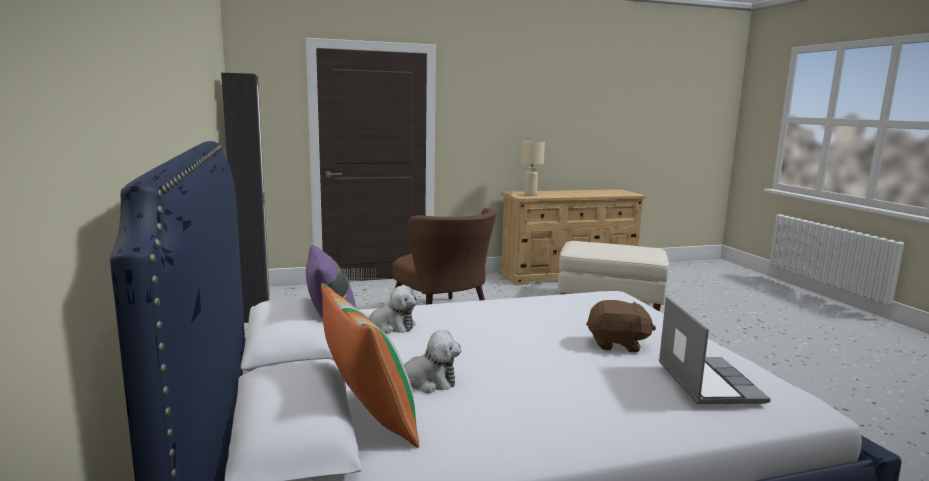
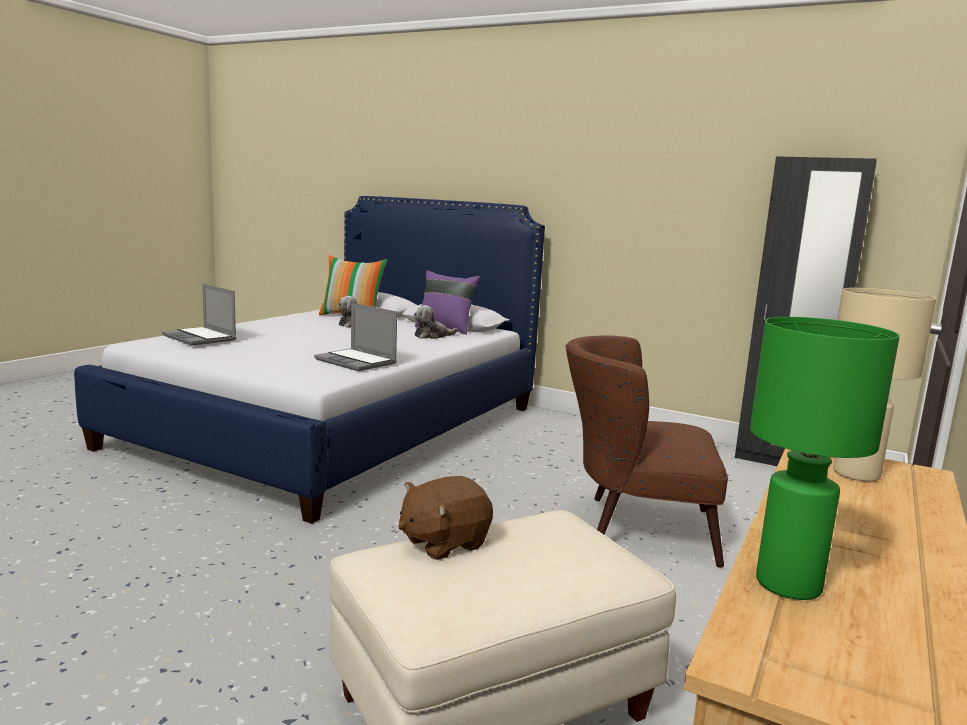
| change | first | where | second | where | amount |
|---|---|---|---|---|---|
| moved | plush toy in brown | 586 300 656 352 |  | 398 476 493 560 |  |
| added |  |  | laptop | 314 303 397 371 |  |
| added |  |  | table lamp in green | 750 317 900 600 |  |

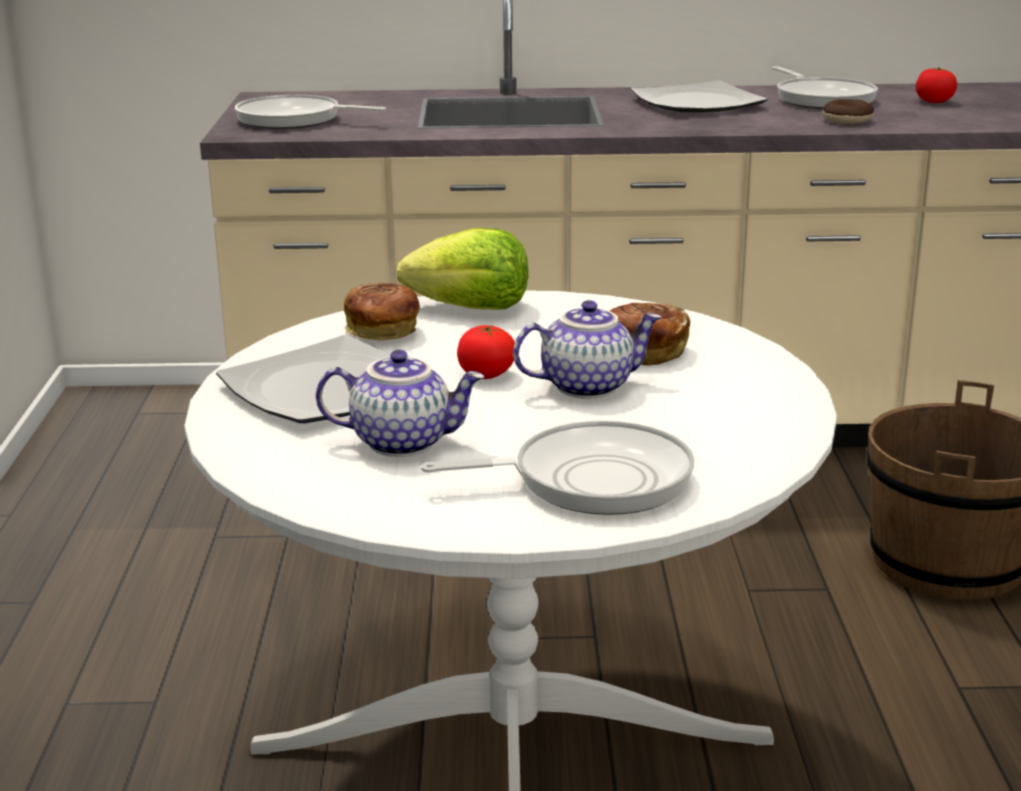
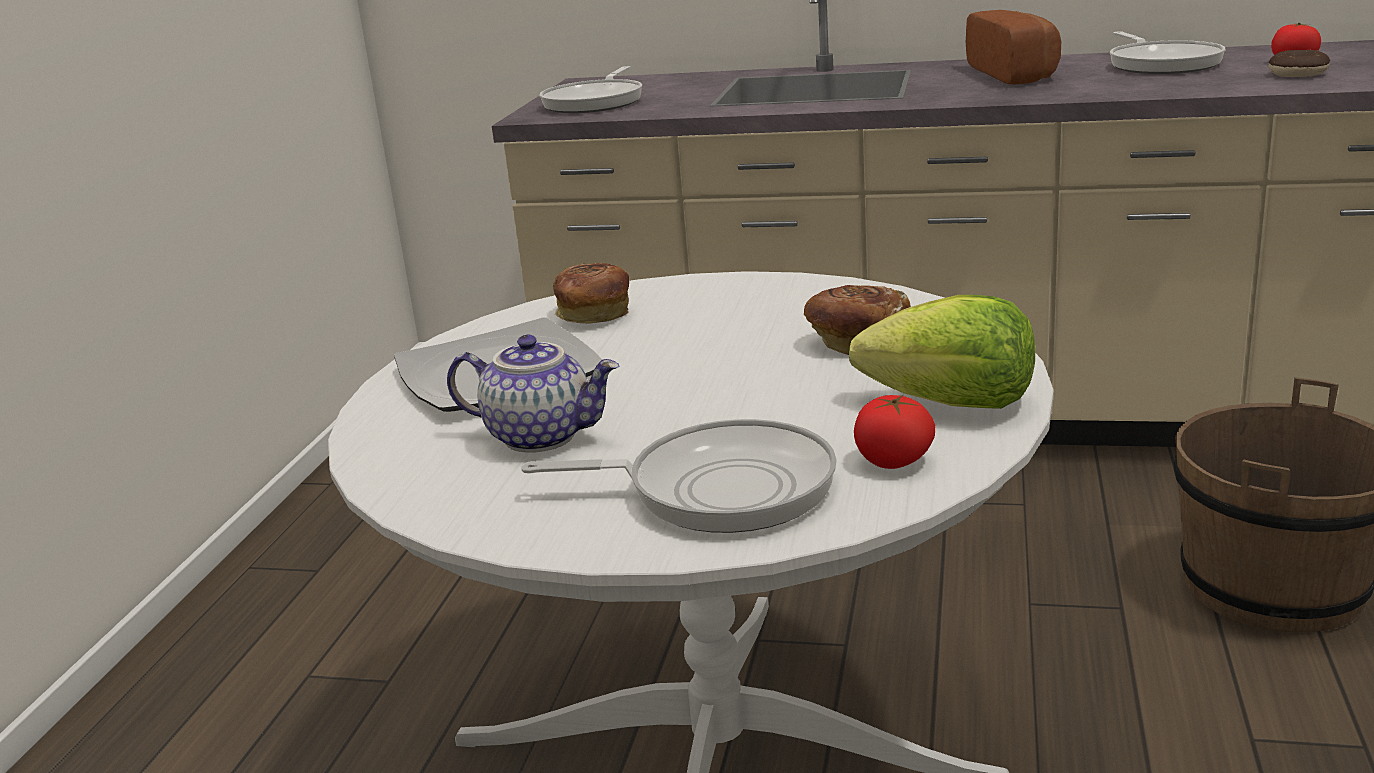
| change | first | where | second | where | amount |
|---|---|---|---|---|---|
| turned | frying pan | 235 95 386 129 |  | 539 66 642 113 | 105 degrees counterclockwise |
| moved | lettuce | 397 228 528 309 |  | 849 295 1035 409 |  |
| moved | tomato | 457 325 515 379 |  | 854 395 935 469 |  |
| removed | teapot | 513 300 662 399 |  |  |  |
| replaced | plate | 630 80 768 112 | bread | 966 10 1061 85 |  |
| moved | donut | 823 99 874 124 |  | 1269 50 1330 77 |  |

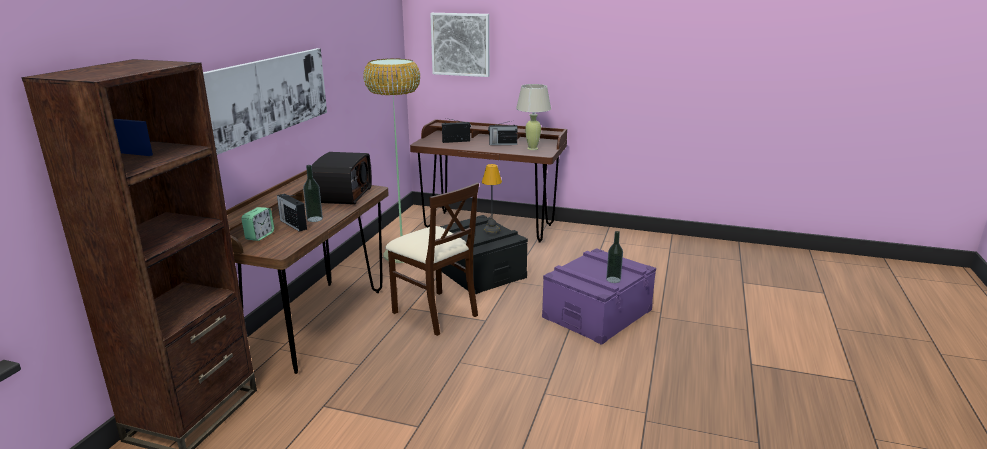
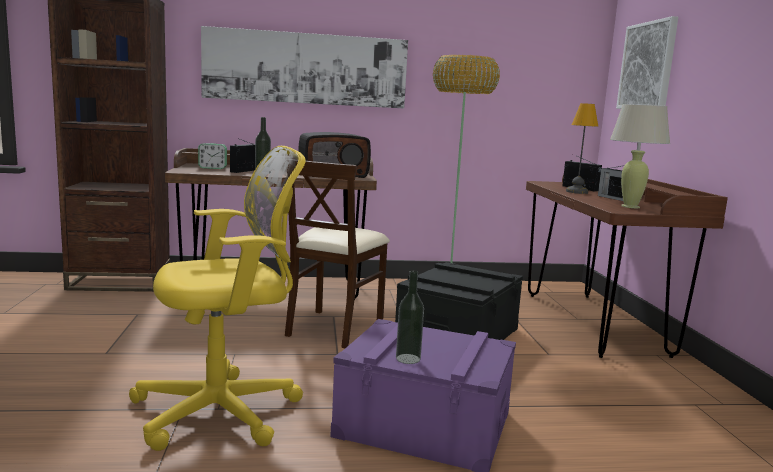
| change | first | where | second | where | amount |
|---|---|---|---|---|---|
| moved | table lamp | 482 164 502 234 |  | 566 103 598 194 |  |
| added |  |  | office chair in yellow | 129 146 306 451 |  |

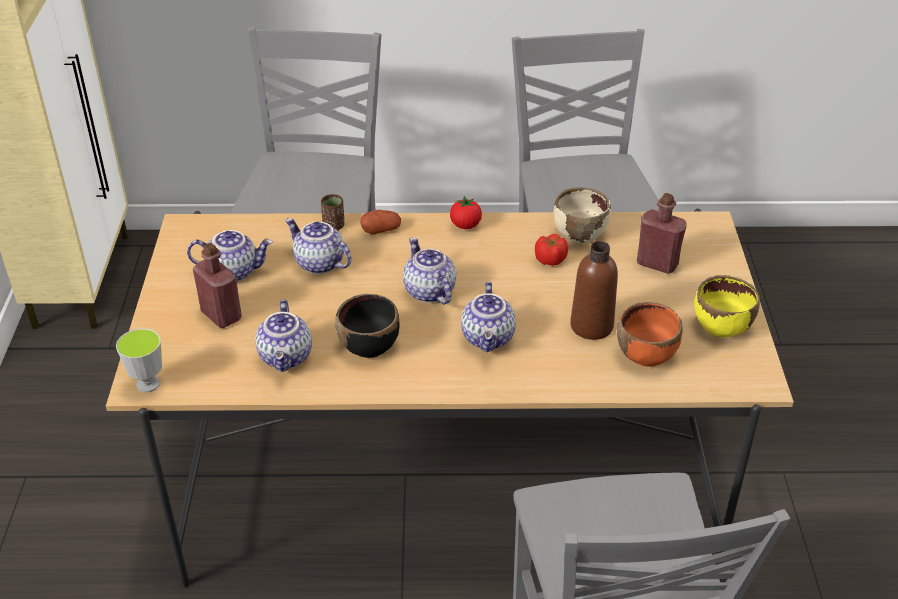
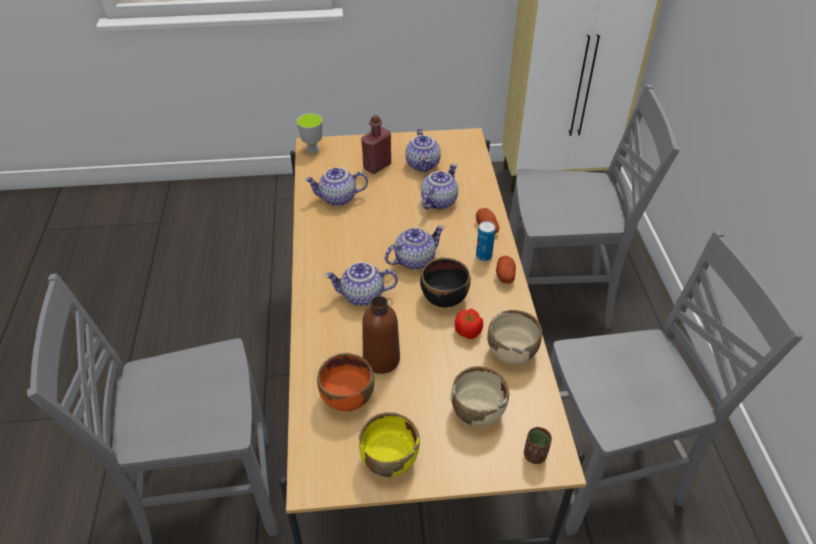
| change | first | where | second | where | amount |
|---|---|---|---|---|---|
| moved | cup in brown | 321 194 344 231 |  | 524 427 552 464 |  |
| moved | bowl in black | 336 294 399 358 |  | 420 258 471 308 |  |
| replaced | tomato | 450 196 482 229 | potato | 496 256 516 283 |  |
| replaced | bottle in red | 637 193 687 274 | bowl in beige | 451 366 509 427 |  |
| added |  |  | can | 476 221 495 261 |  |

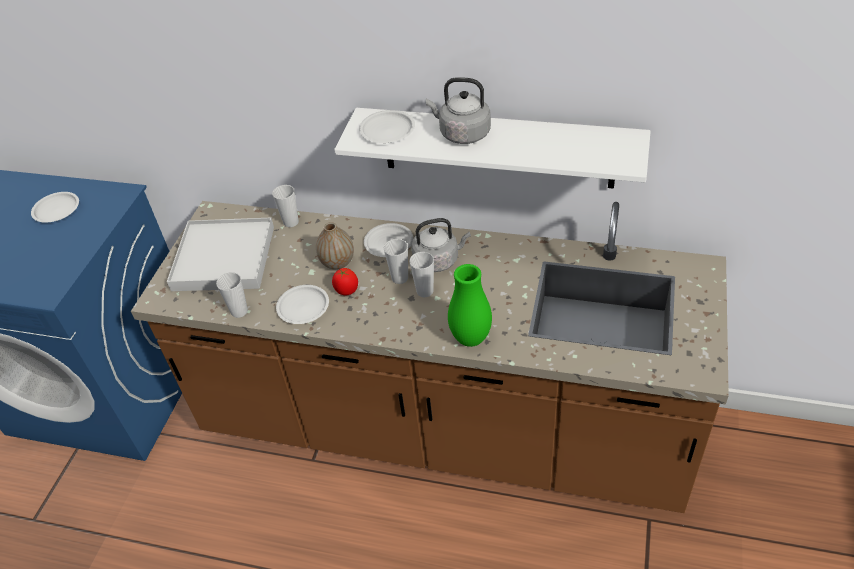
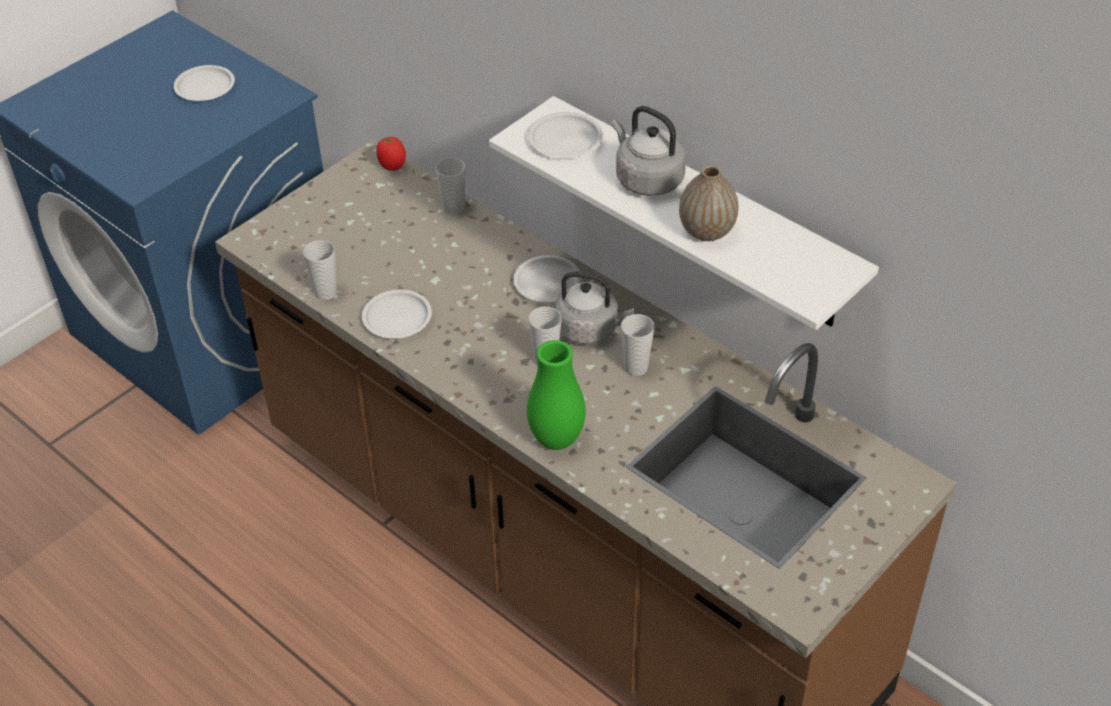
| change | first | where | second | where | amount |
|---|---|---|---|---|---|
| removed | tray in white | 167 218 274 291 |  |  |  |
| moved | vase | 316 222 354 269 |  | 679 165 738 241 |  |
| moved | tomato | 332 268 358 296 |  | 376 137 406 171 |  |
| moved | cup | 383 239 408 284 |  | 621 314 655 376 |  |

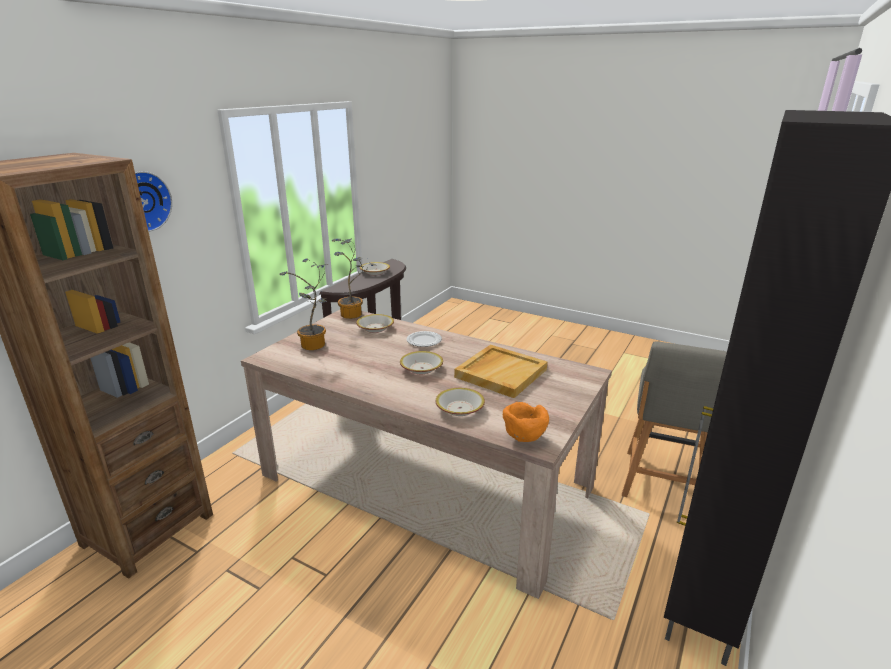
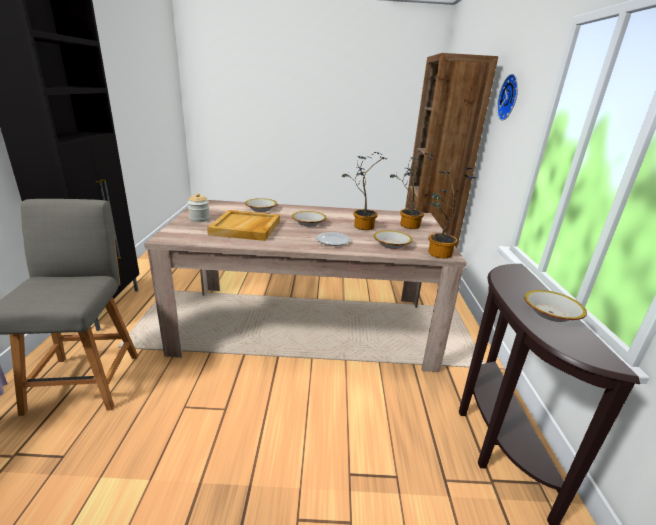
| change | first | where | second | where | amount |
|---|---|---|---|---|---|
| removed | bowl in orange | 503 402 549 442 |  |  |  |
| added |  |  | jar | 188 193 210 222 |  |
| added |  |  | potted plant | 342 152 387 230 |  |

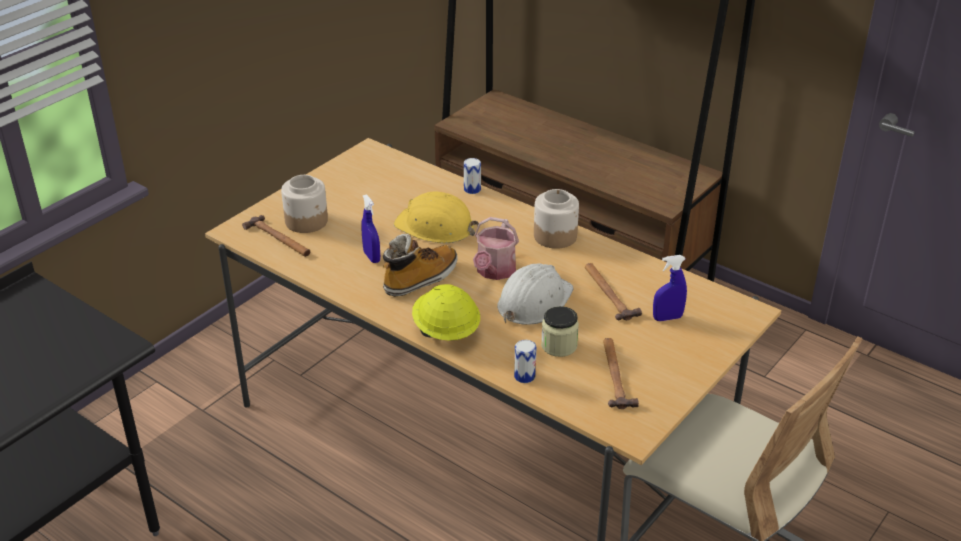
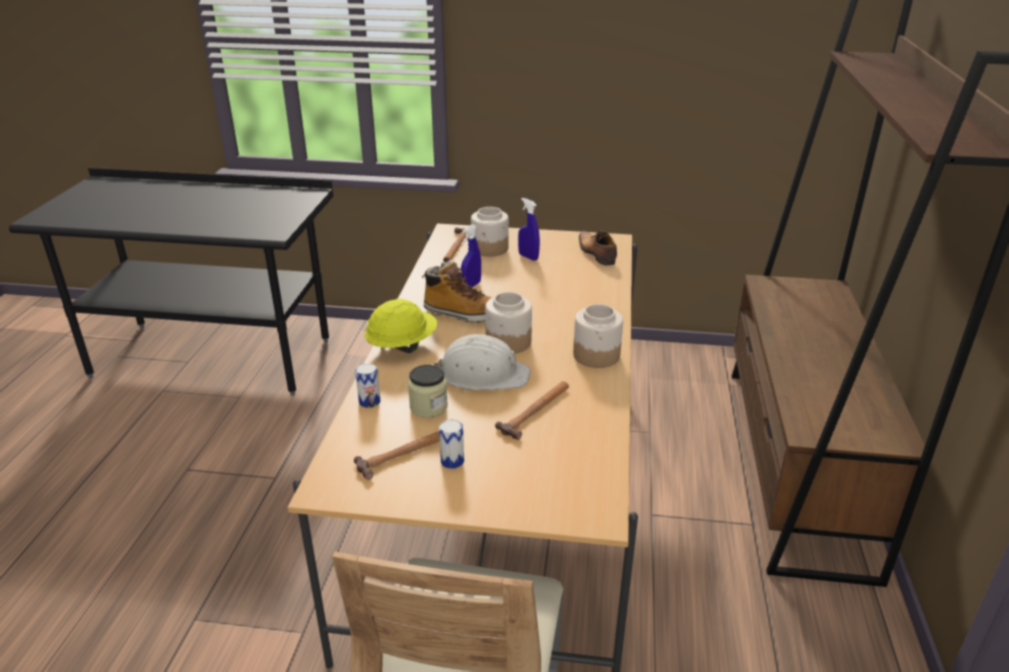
| change | first | where | second | where | amount |
|---|---|---|---|---|---|
| removed | hard hat in yellow | 394 192 479 243 |  |  |  |
| moved | can | 464 158 481 194 |  | 439 419 464 469 |  |
| replaced | watering can | 473 217 519 280 | jar | 485 292 532 354 |  |
| moved | spray bottle in blue | 653 255 687 321 |  | 518 198 540 261 |  |
| added |  |  | shoe | 579 231 617 265 |  |

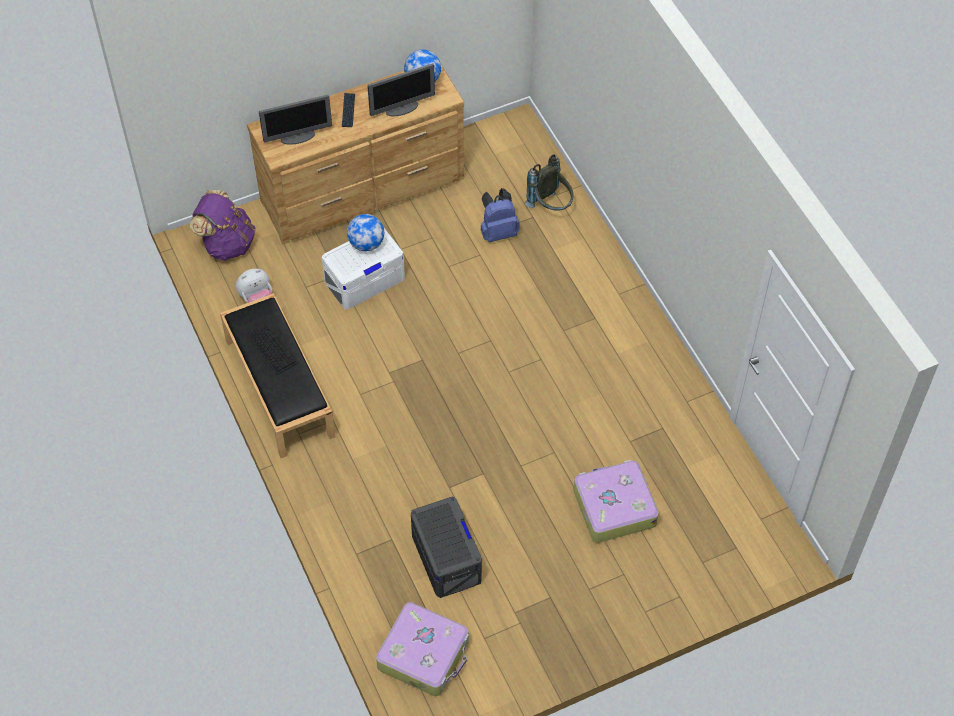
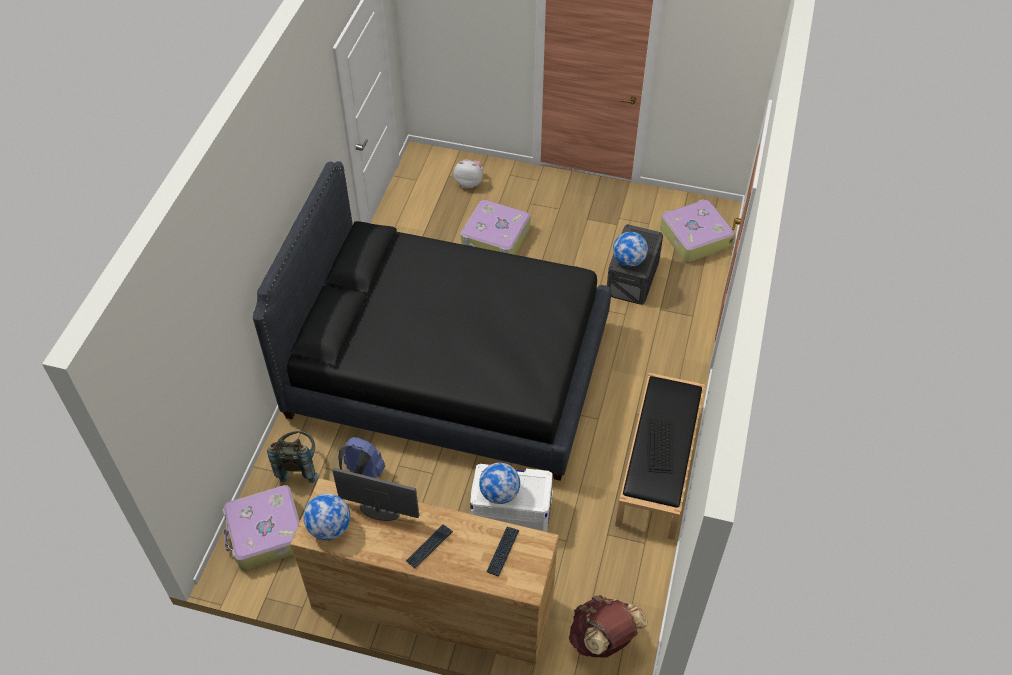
| change | first | where | second | where | amount |
|---|---|---|---|---|---|
| recoloured | backpack in purple | 190 190 256 261 | backpack in brown | 569 595 648 658 |  |
| moved | plush toy | 236 269 272 303 |  | 454 159 483 188 |  |
| replaced | monitor | 259 95 332 145 | keyboard | 486 527 519 576 |  |
| added |  |  | suitcase | 223 485 300 570 |  |
| added |  |  | bed in black | 253 161 611 481 |  |
| added |  |  | globe | 613 232 648 267 |  |

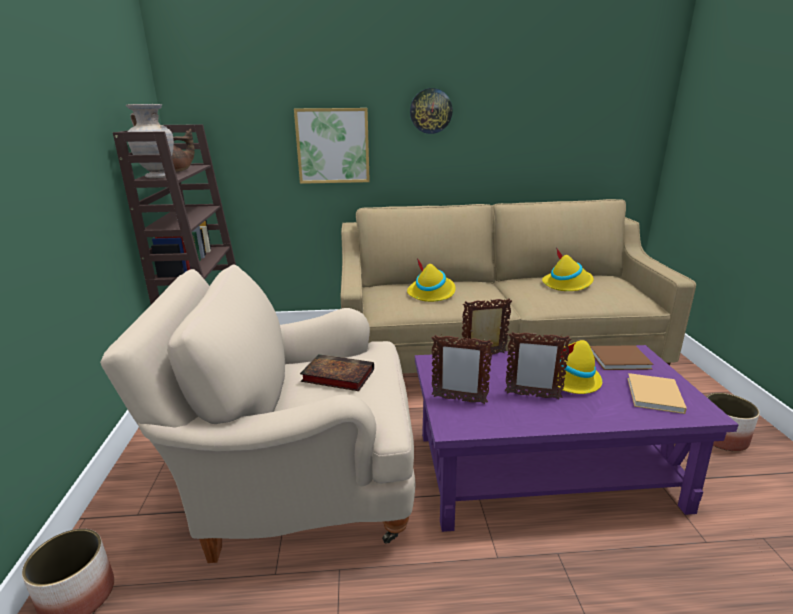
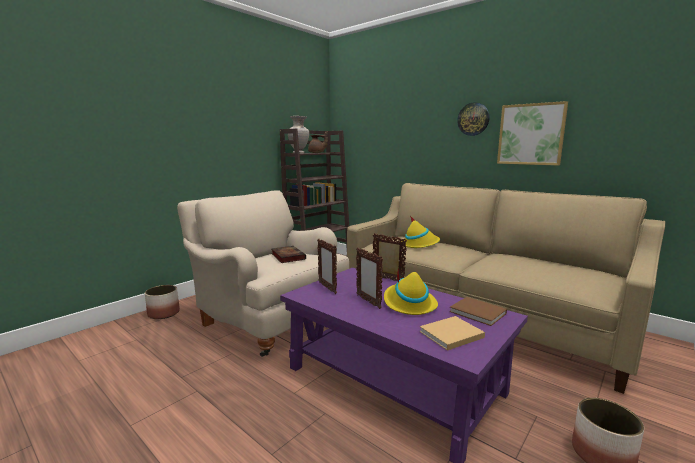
| change | first | where | second | where | amount |
|---|---|---|---|---|---|
| moved | picture | 294 108 370 184 |  | 497 101 568 166 |  |
| removed | hat in yellow | 542 248 594 291 |  |  |  |

